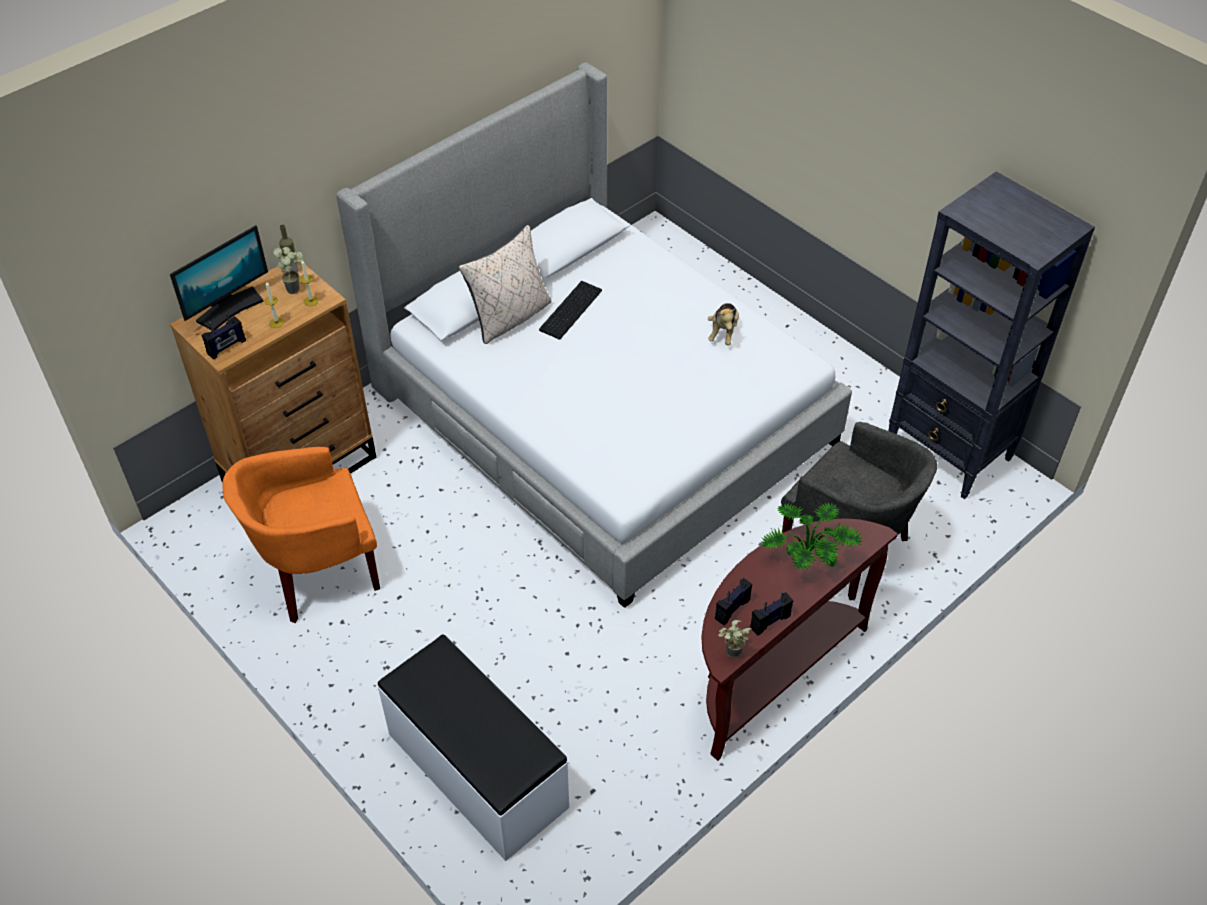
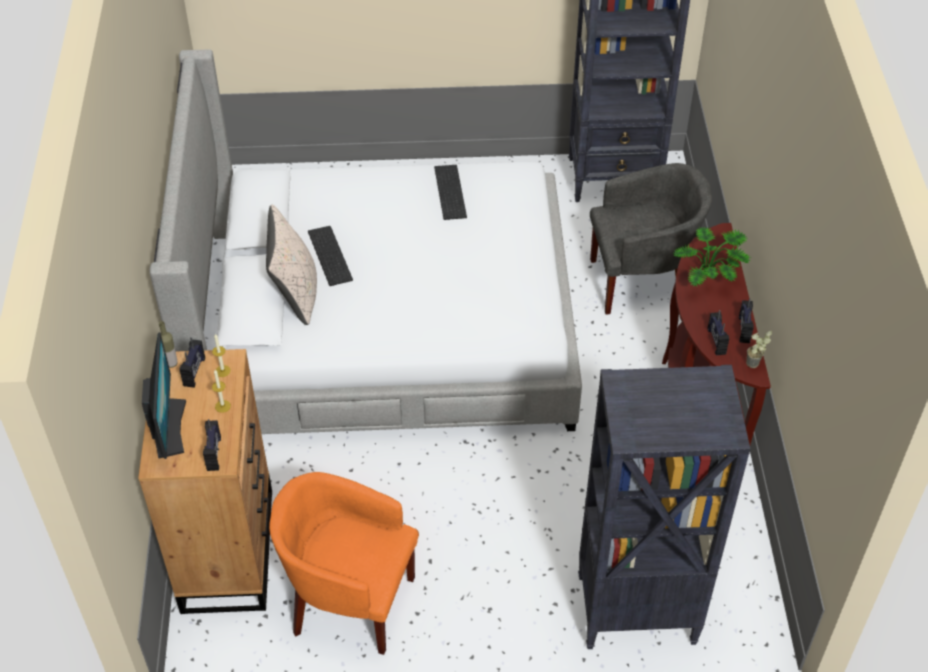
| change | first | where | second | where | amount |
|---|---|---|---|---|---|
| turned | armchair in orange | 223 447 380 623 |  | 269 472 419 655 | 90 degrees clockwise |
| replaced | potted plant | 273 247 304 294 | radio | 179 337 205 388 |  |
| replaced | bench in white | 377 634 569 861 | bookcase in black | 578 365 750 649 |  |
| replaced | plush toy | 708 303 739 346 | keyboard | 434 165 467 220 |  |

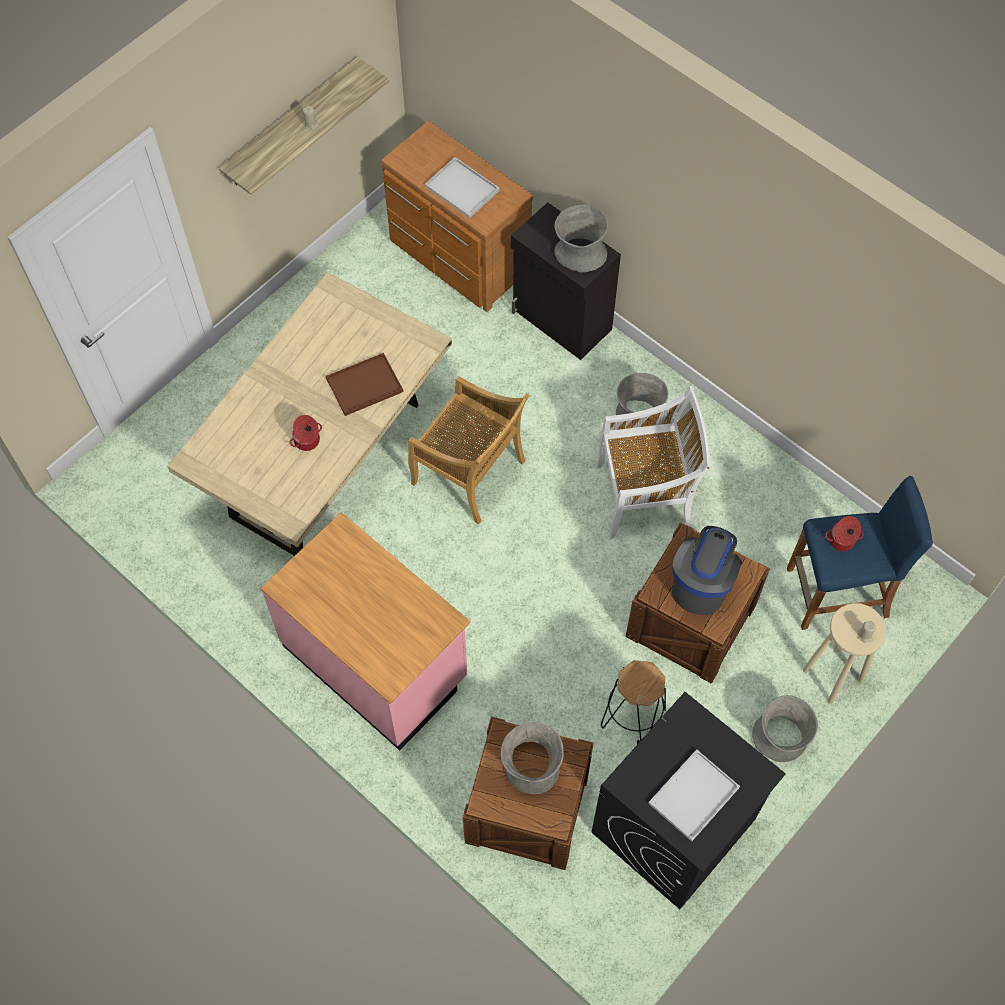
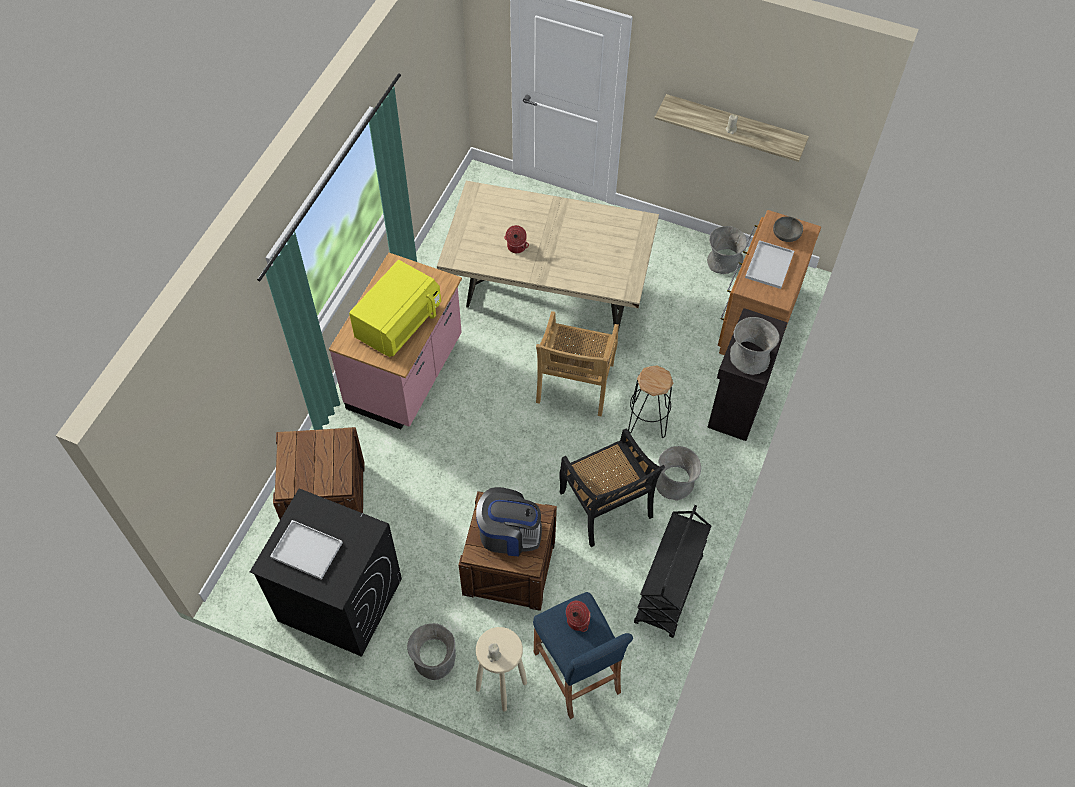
| change | first | where | second | where | amount |
|---|---|---|---|---|---|
| removed | tray in brown | 326 353 403 416 |  |  |  |
| moved | vase in grey | 501 722 564 794 |  | 707 226 747 274 |  |
| recoloured | chair in white | 596 386 712 539 | chair in black | 559 428 665 547 |  |
| moved | stool in black | 601 660 666 740 |  | 628 366 673 438 |  |
| added |  |  | microwave in yellow | 349 260 441 357 |  |
| added |  |  | cart in black | 634 505 711 638 |  |
| added |  |  | bowl in grey | 773 216 803 242 |  |

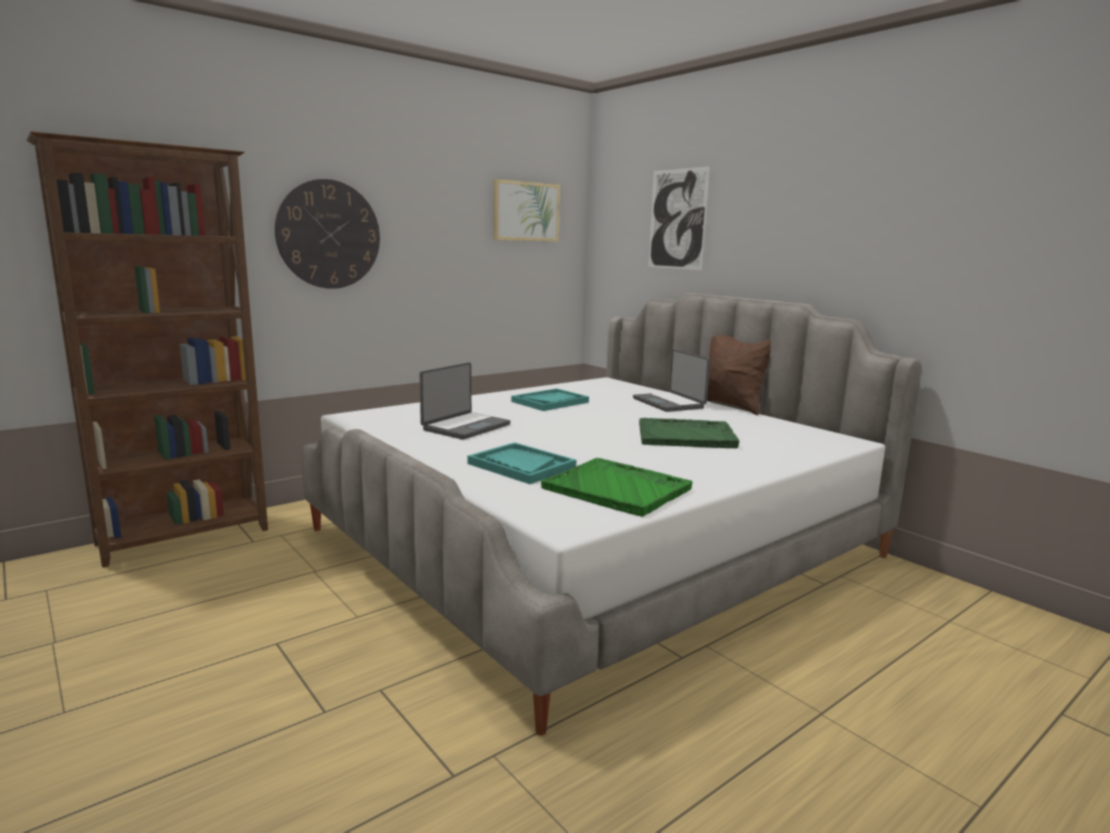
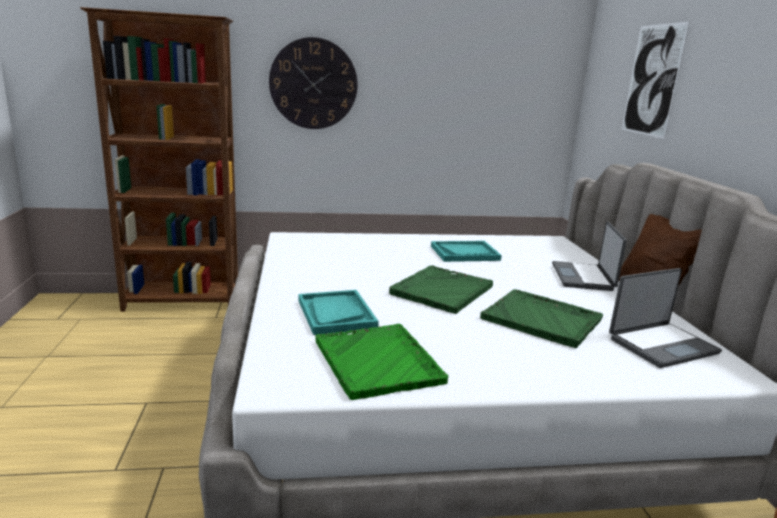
| change | first | where | second | where | amount |
|---|---|---|---|---|---|
| moved | laptop | 419 362 511 439 |  | 609 268 722 368 |  |
| removed | picture | 493 179 560 242 |  |  |  |
| added |  |  | tray in green | 389 265 493 314 |  |

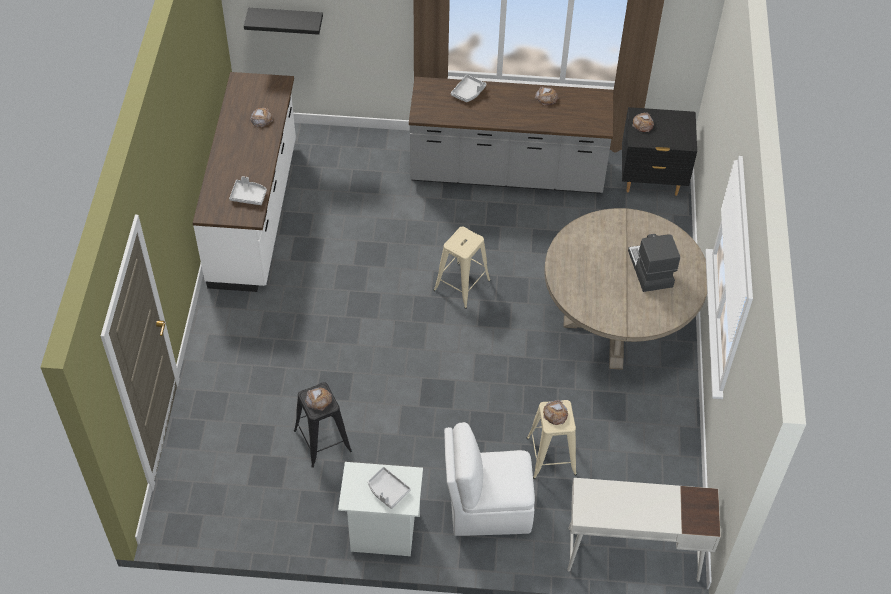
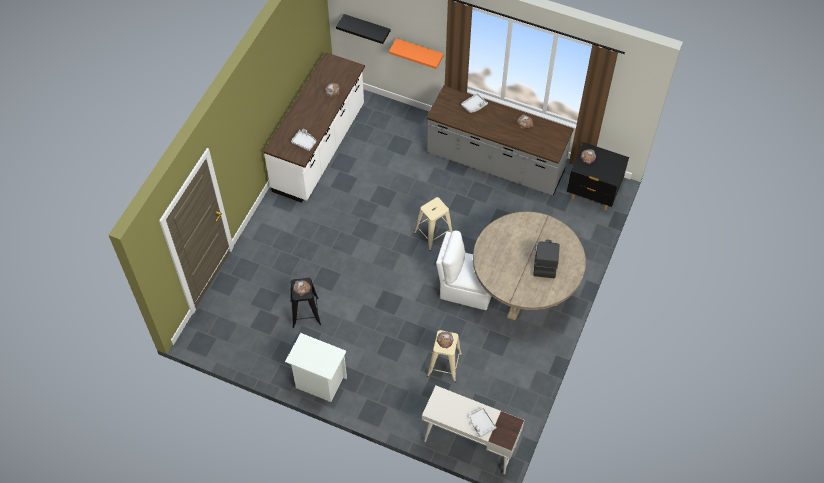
| change | first | where | second | where | amount |
|---|---|---|---|---|---|
| moved | tray in grey | 368 467 411 509 |  | 470 408 497 437 |  |
| moved | chair in white | 444 422 535 536 |  | 436 230 491 310 |  |
| added |  |  | shelf in orange | 389 38 444 69 |  |

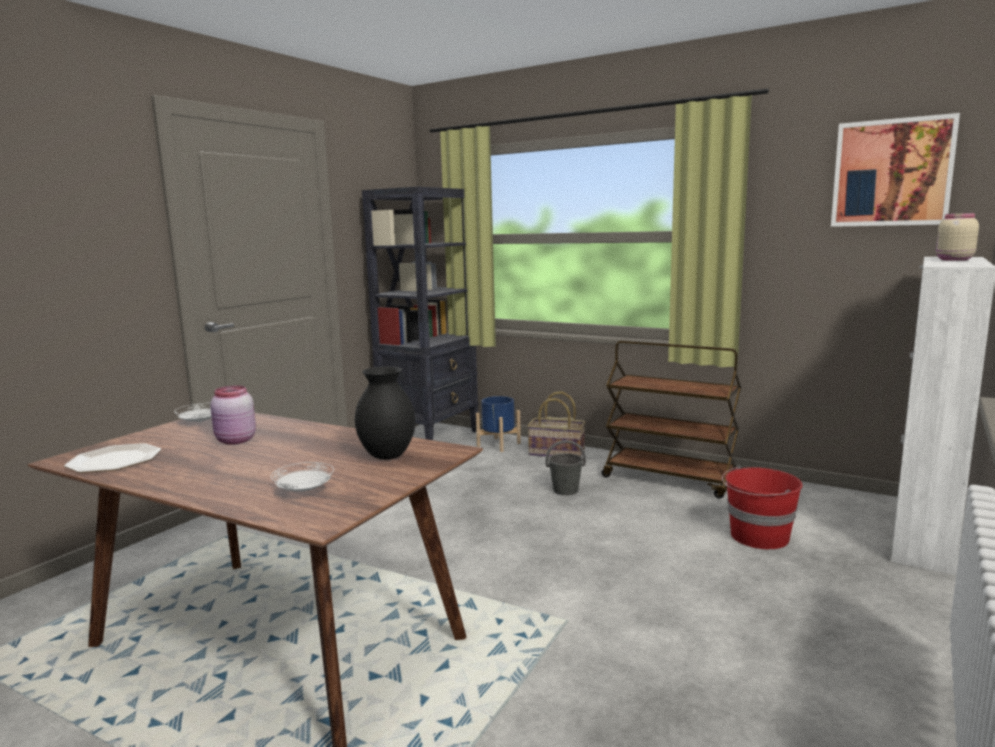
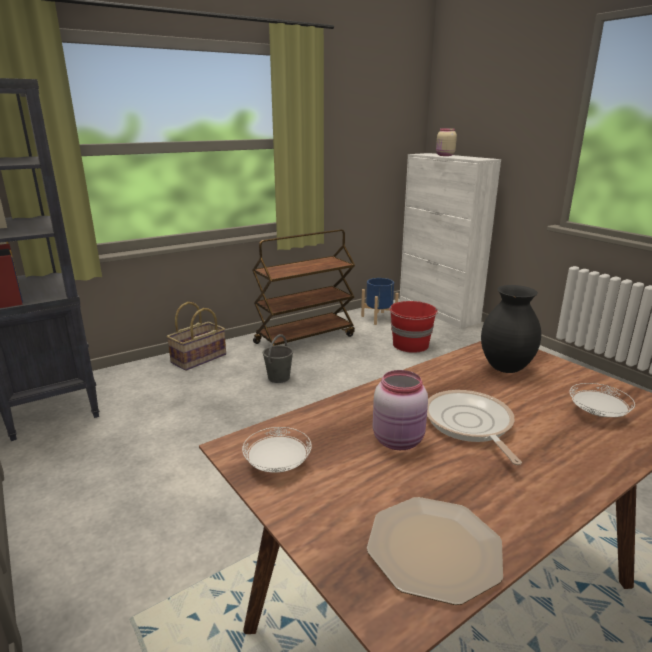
| change | first | where | second | where | amount |
|---|---|---|---|---|---|
| moved | planter in blue | 476 396 521 452 |  | 361 278 399 325 |  |
| removed | picture | 831 113 960 227 |  |  |  |
| added |  |  | frying pan | 427 390 522 465 |  |

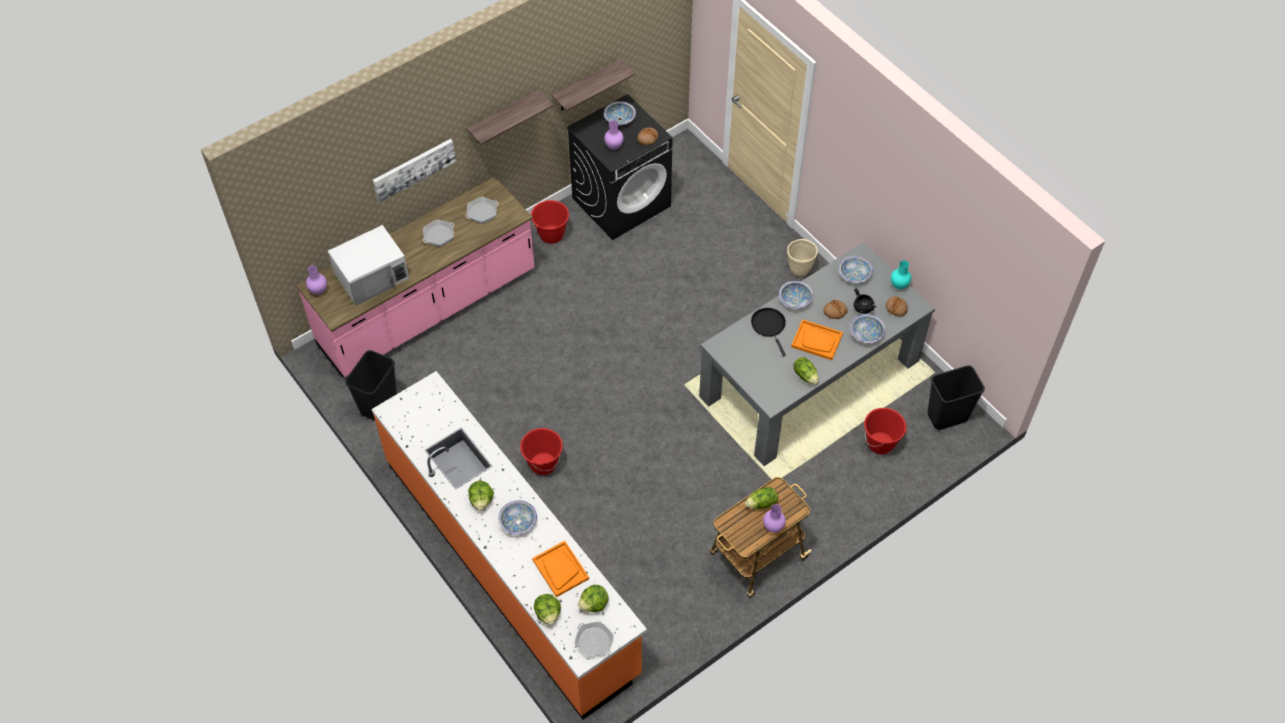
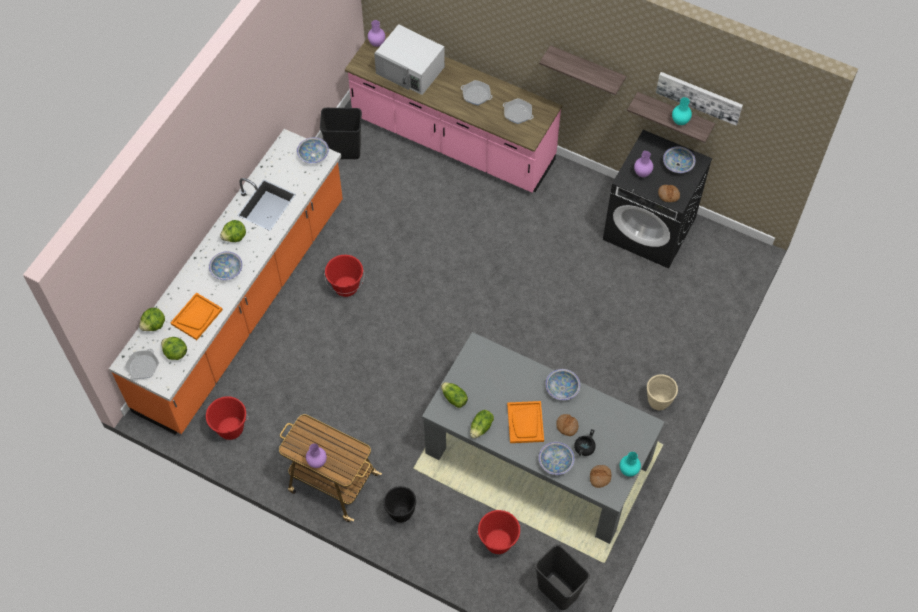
| change | first | where | second | where | amount |
|---|---|---|---|---|---|
| moved | picture | 373 139 456 203 |  | 656 72 743 125 |  |
| moved | bucket in red | 531 200 569 244 |  | 206 396 248 440 |  |
| moved | lettuce | 745 487 778 509 |  | 441 382 468 408 |  |
| removed | frying pan in black | 751 308 786 356 |  |  |  |
| moved | bowl | 839 256 873 283 |  | 297 137 329 164 |  |
| added |  |  | planter in black | 384 486 416 522 |  |
| added |  |  | vase in turquoise | 672 97 692 125 |  |

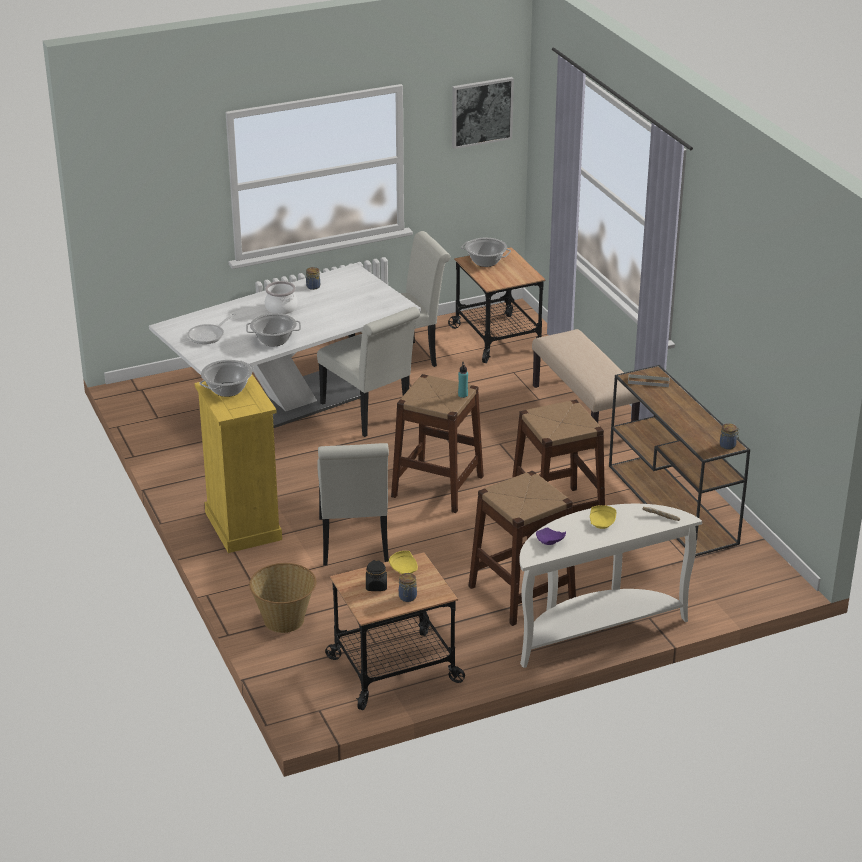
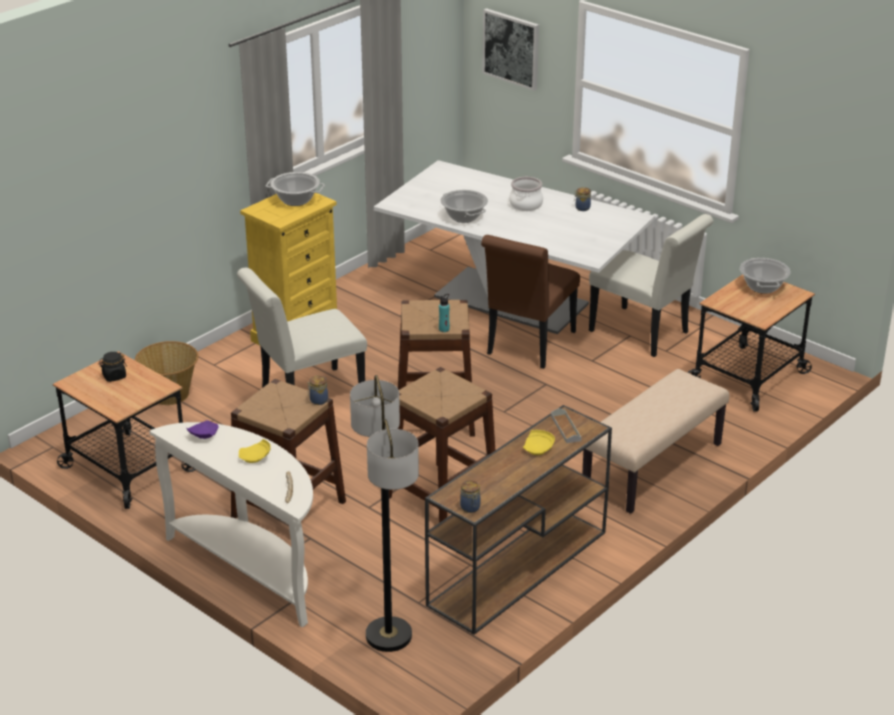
| change | first | where | second | where | amount |
|---|---|---|---|---|---|
| removed | frying pan | 187 313 236 344 |  |  |  |
| recoloured | chair in white | 317 307 420 437 | chair in brown | 481 235 580 369 |  |
| moved | plate in yellow | 389 551 418 574 |  | 523 430 555 455 |  |
| moved | jar | 399 573 417 602 |  | 307 376 328 405 |  |
| moved | picture | 452 77 514 149 |  | 482 8 539 91 |  |
| added |  |  | floor lamp | 350 375 419 652 |  |

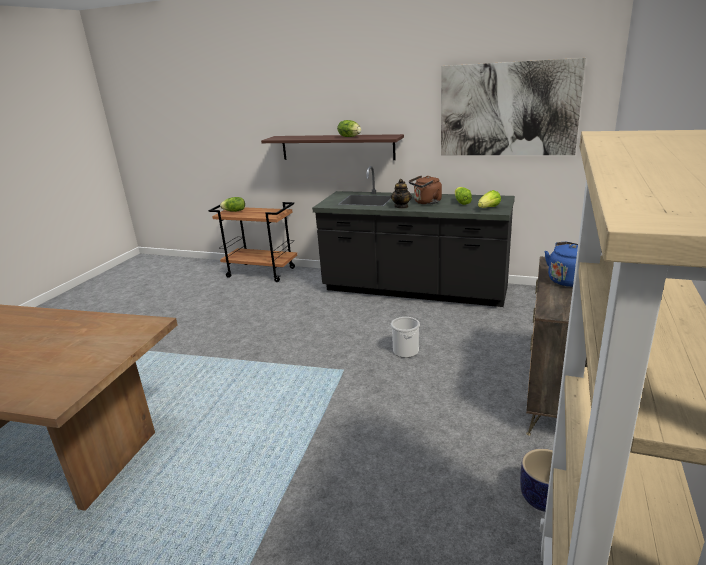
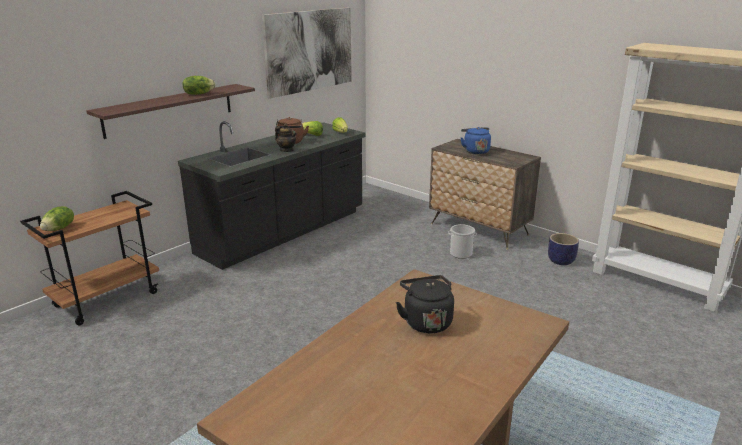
| change | first | where | second | where | amount |
|---|---|---|---|---|---|
| moved | bucket | 391 317 420 358 |  | 448 224 477 259 |  |
| added |  |  | kettle in black | 396 275 454 333 |  |

